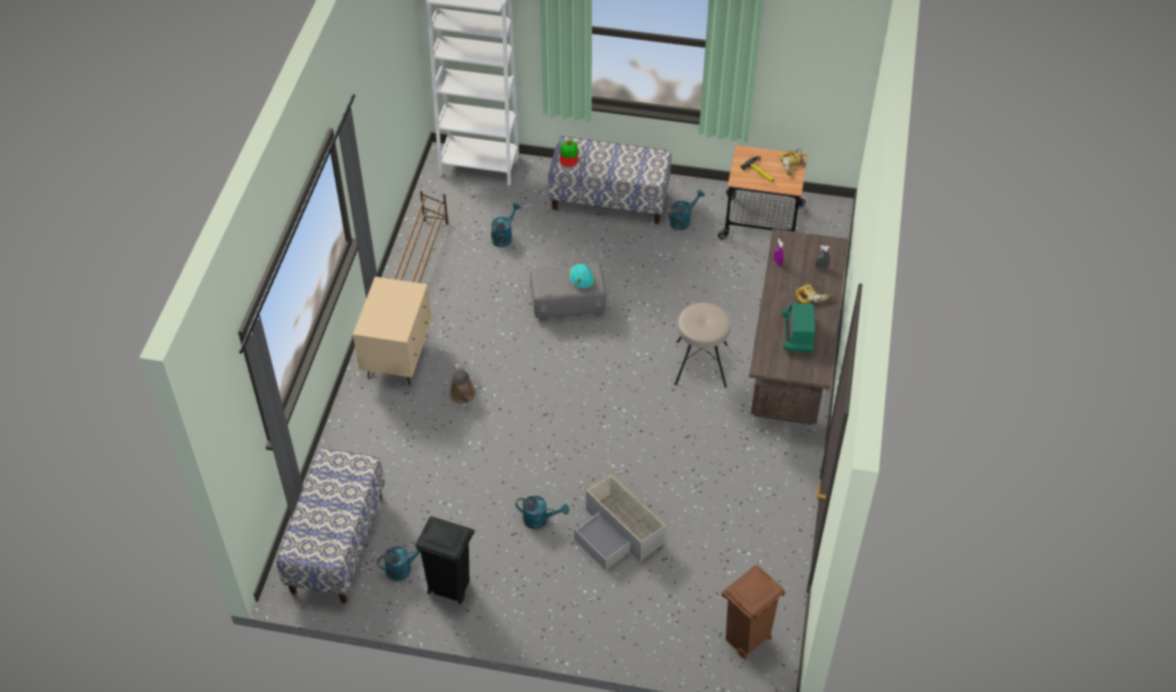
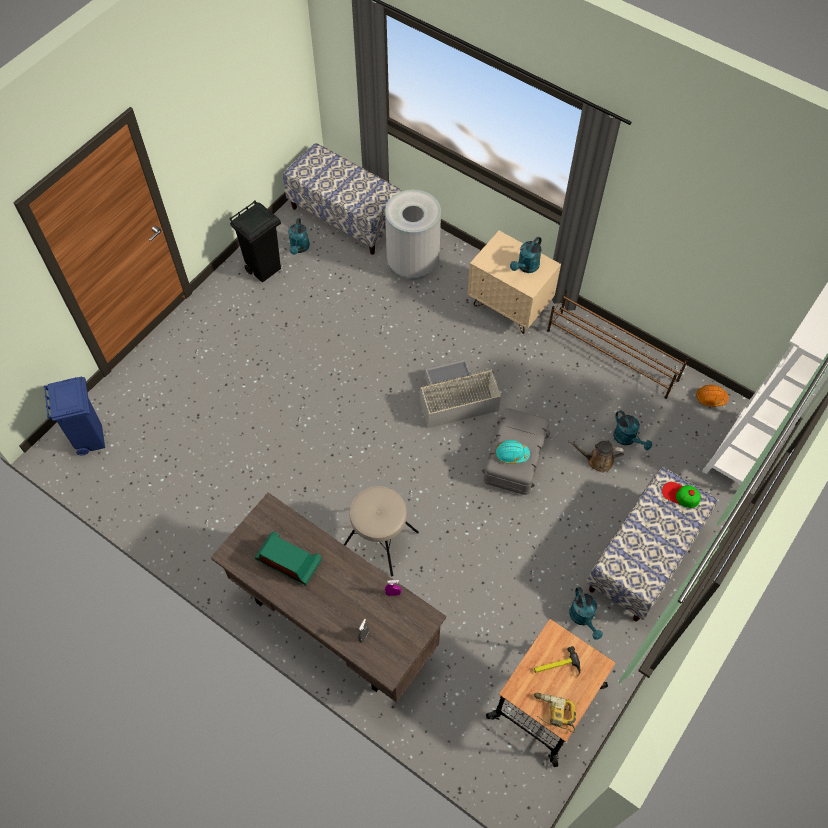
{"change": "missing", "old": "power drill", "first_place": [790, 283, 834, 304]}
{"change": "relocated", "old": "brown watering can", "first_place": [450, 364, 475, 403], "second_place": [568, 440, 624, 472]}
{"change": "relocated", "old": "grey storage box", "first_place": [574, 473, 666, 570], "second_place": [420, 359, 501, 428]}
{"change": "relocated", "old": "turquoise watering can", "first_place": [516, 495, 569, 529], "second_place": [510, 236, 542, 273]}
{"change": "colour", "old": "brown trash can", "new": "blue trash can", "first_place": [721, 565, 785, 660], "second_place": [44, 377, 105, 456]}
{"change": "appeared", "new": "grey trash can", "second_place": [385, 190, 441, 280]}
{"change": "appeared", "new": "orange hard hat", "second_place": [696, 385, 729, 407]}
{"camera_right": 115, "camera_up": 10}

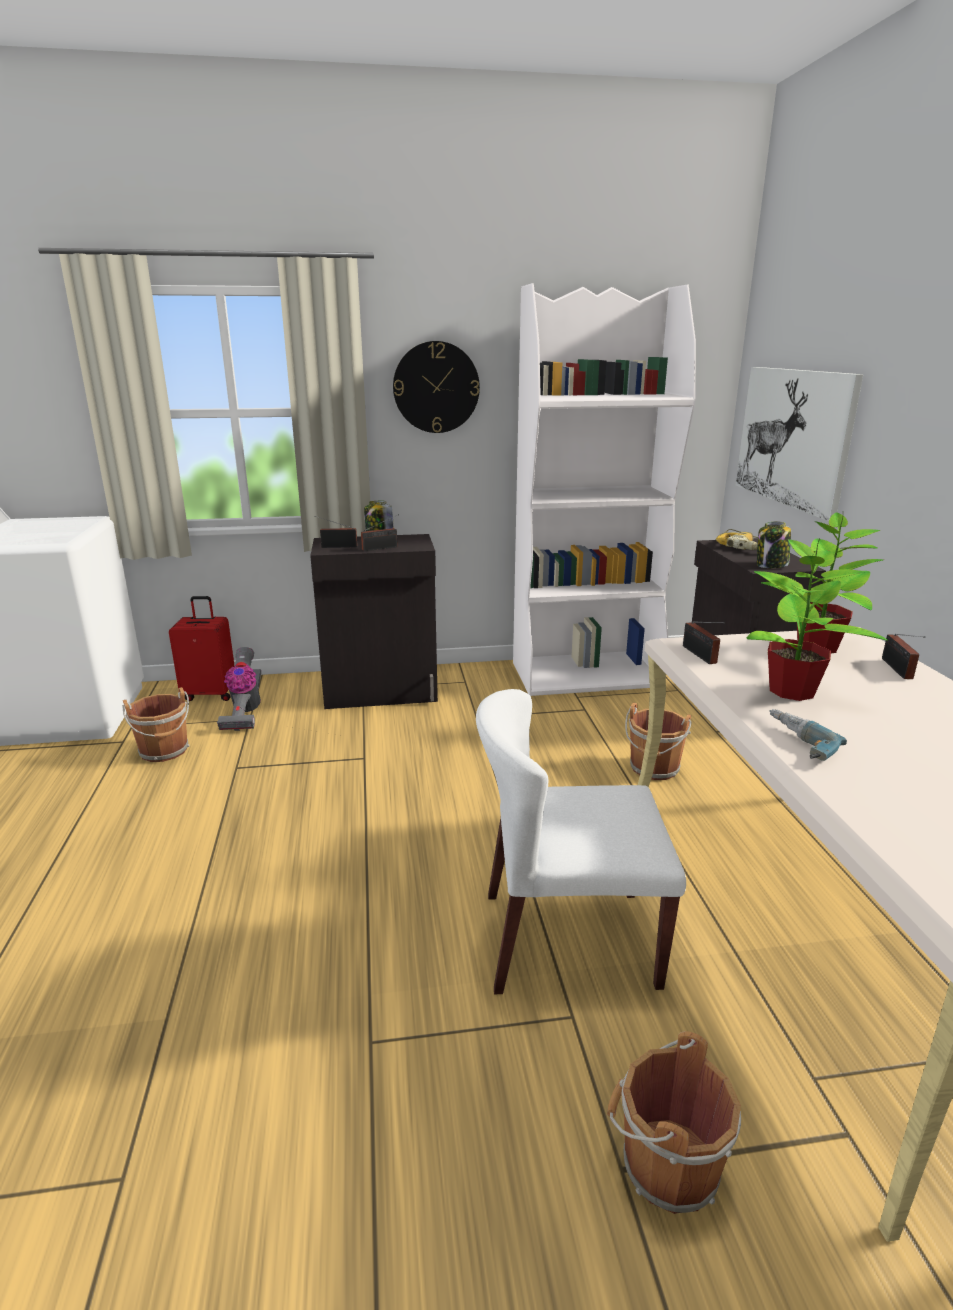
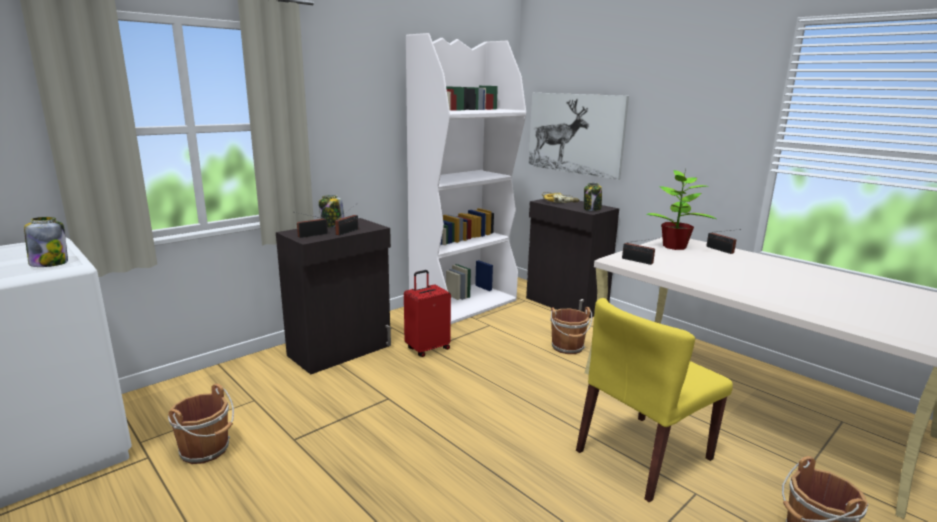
{"change": "missing", "old": "wall clock", "first_place": [393, 341, 480, 433]}
{"change": "missing", "old": "potted plant", "first_place": [746, 538, 889, 701]}
{"change": "relocated", "old": "red suitcase", "first_place": [169, 596, 235, 701], "second_place": [404, 270, 451, 357]}
{"change": "missing", "old": "vacuum cleaner", "first_place": [217, 647, 261, 731]}
{"change": "colour", "old": "white chair", "new": "yellow chair", "first_place": [476, 689, 686, 994], "second_place": [576, 298, 733, 503]}
{"change": "missing", "old": "power drill", "first_place": [769, 709, 847, 761]}
{"change": "appeared", "new": "jar", "second_place": [24, 217, 68, 267]}
{"camera_right": -35, "camera_up": -5}

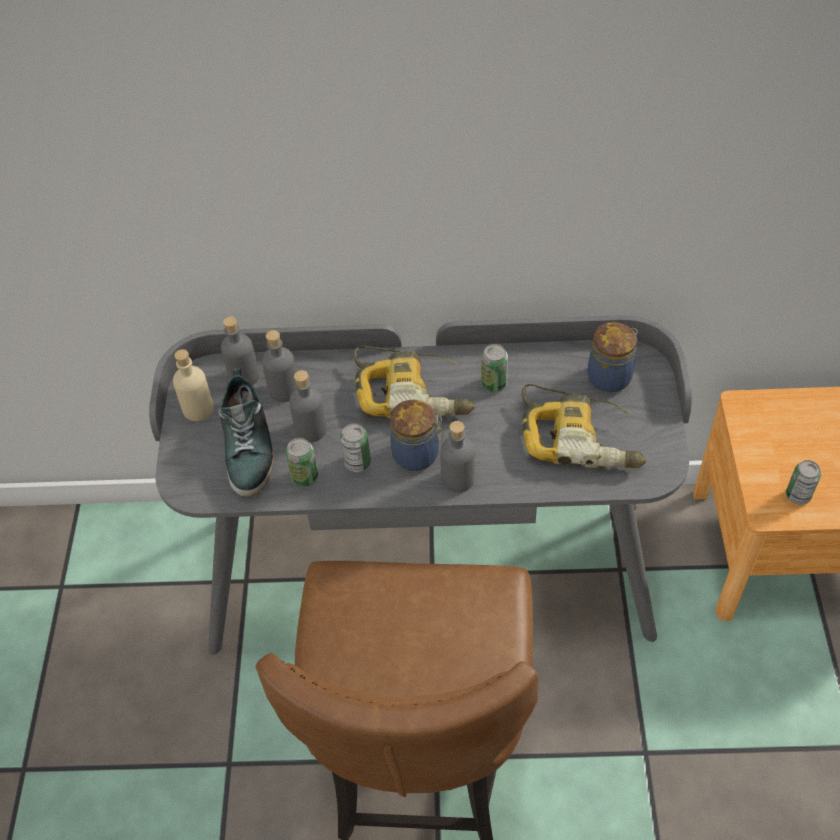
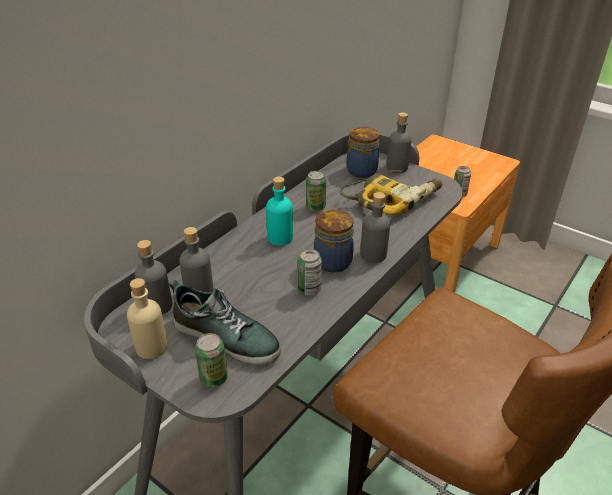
{"change": "exchanged", "old": "power drill", "new": "turquoise bottle", "first_place": [353, 345, 475, 418], "second_place": [266, 177, 293, 246]}
{"change": "relocated", "old": "grey bottle", "first_place": [289, 370, 327, 442], "second_place": [387, 112, 412, 173]}
{"change": "relocated", "old": "can", "first_place": [285, 438, 318, 487], "second_place": [195, 333, 228, 387]}
{"camera_right": -55, "camera_up": -15}

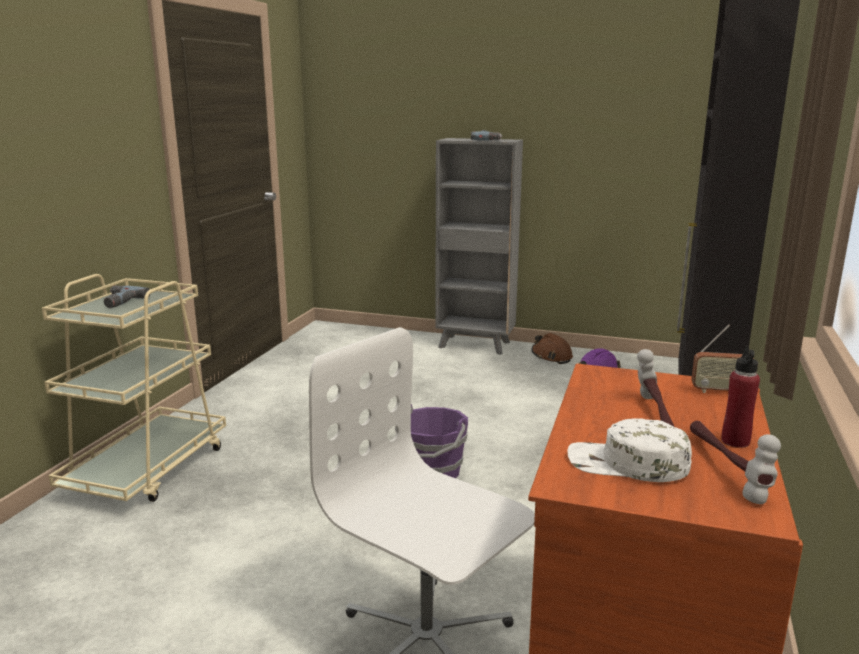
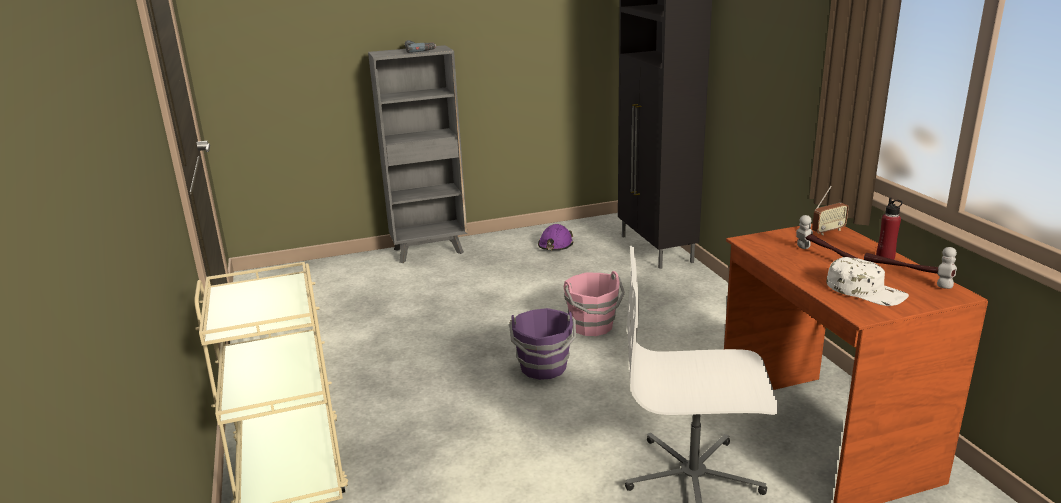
{"change": "missing", "old": "power drill", "first_place": [104, 286, 150, 308]}
{"change": "missing", "old": "brown hard hat", "first_place": [531, 333, 573, 364]}
{"change": "spun", "old": "white cap", "first_place": [567, 418, 692, 482], "second_place": [827, 257, 909, 306], "degrees": -120}
{"change": "appeared", "new": "pink bucket", "second_place": [564, 271, 625, 336]}
{"camera_right": -35, "camera_up": 5}

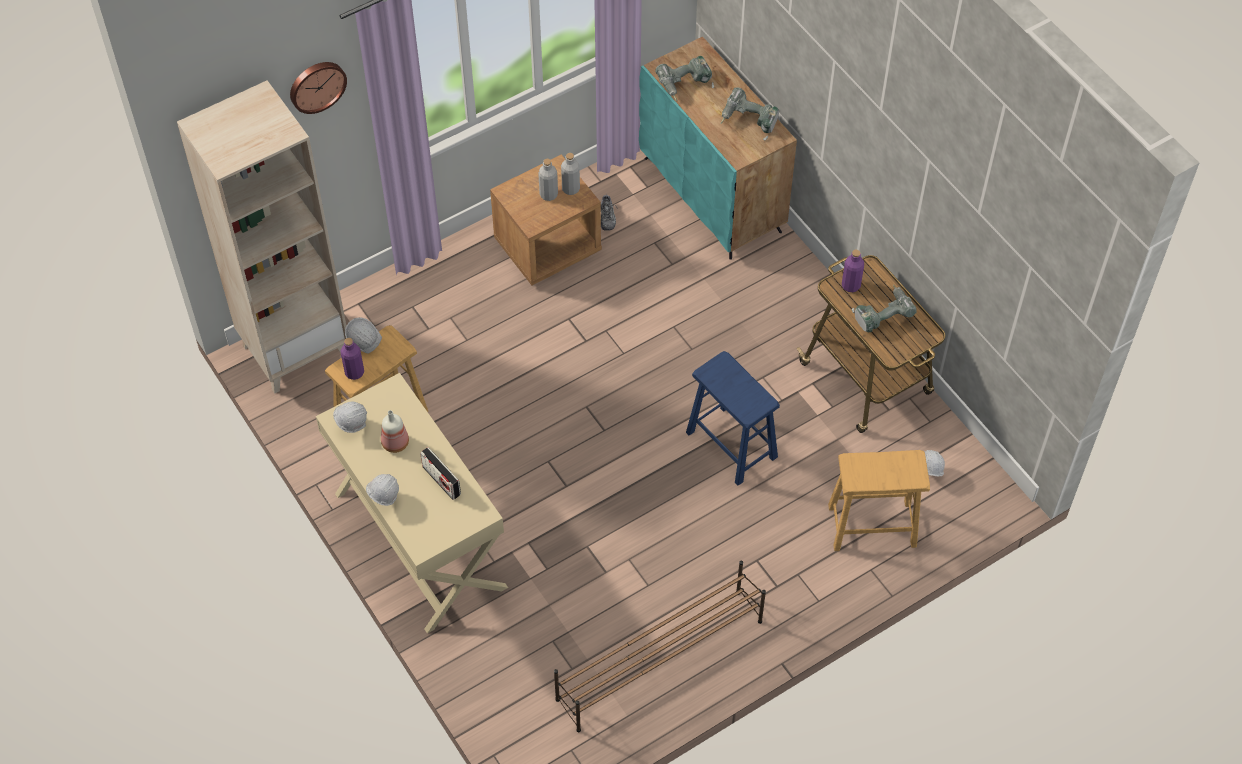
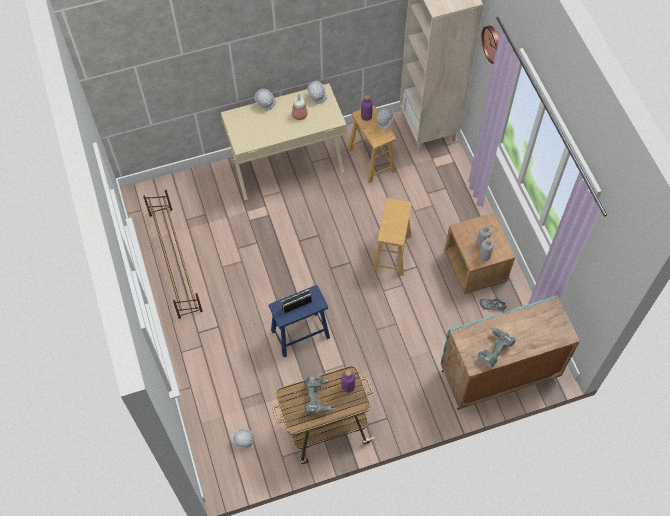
{"change": "missing", "old": "power drill", "first_place": [655, 56, 714, 101]}
{"change": "relocated", "old": "radio", "first_place": [420, 447, 461, 500], "second_place": [281, 289, 312, 314]}
{"change": "relocated", "old": "brown stool", "first_place": [828, 450, 930, 551], "second_place": [372, 198, 412, 276]}
{"camera_right": 105, "camera_up": 5}

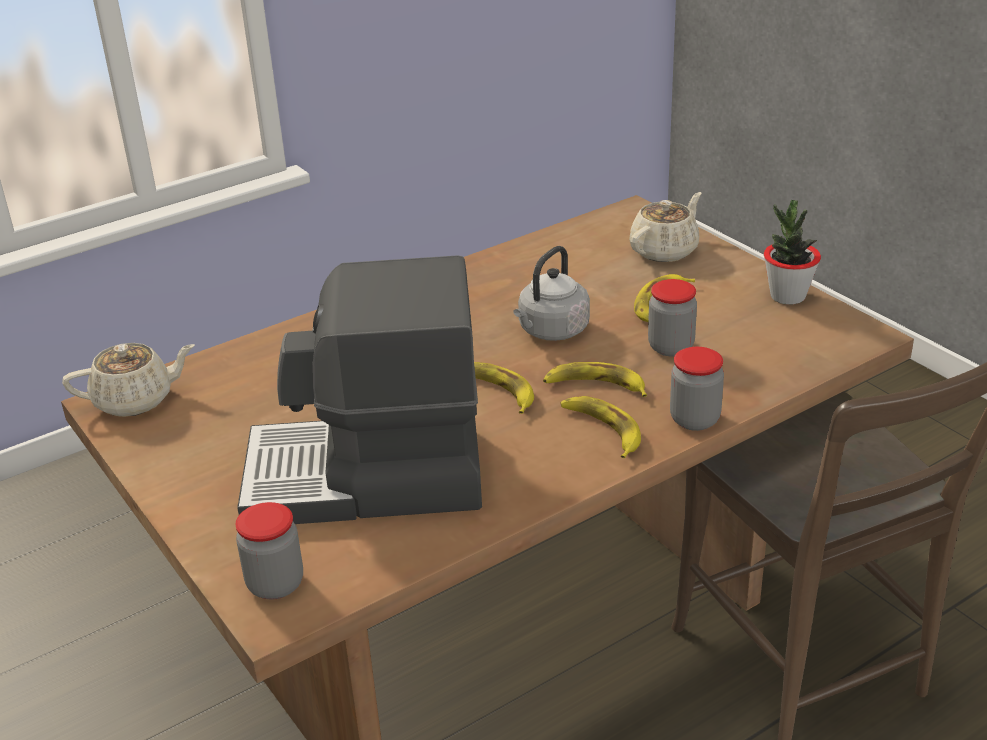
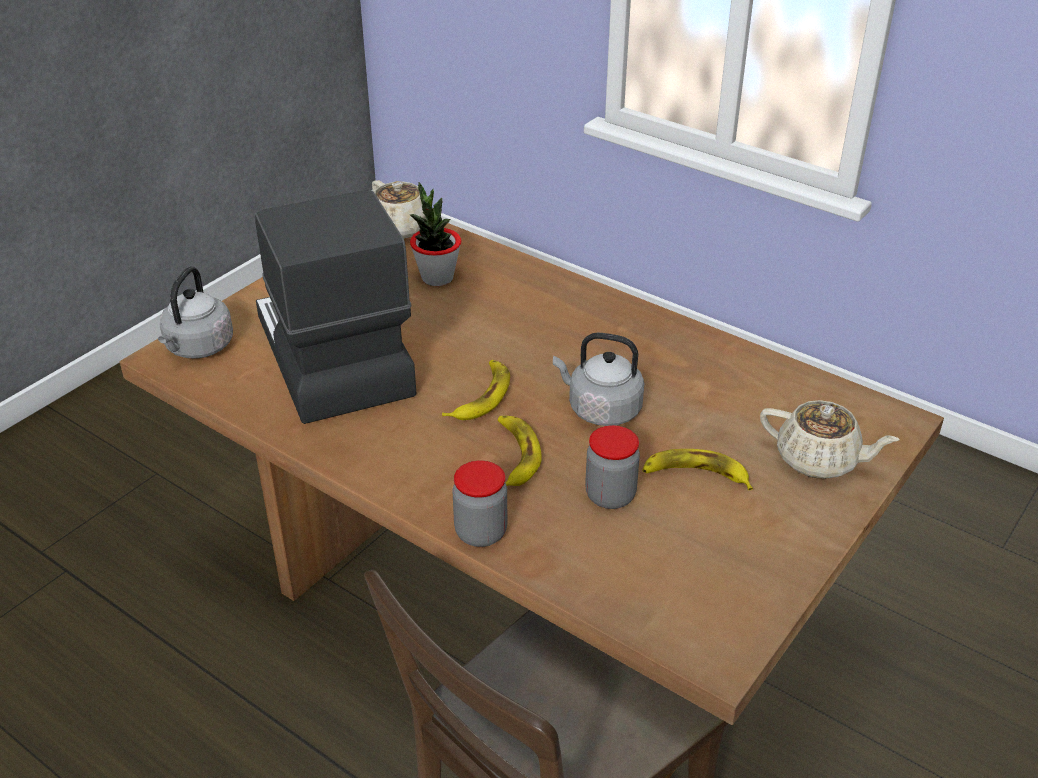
{"change": "relocated", "old": "potted plant", "first_place": [764, 200, 821, 305], "second_place": [410, 182, 461, 286]}
{"change": "missing", "old": "banana", "first_place": [561, 396, 641, 459]}
{"change": "exchanged", "old": "jar", "new": "grey kettle", "first_place": [236, 502, 303, 599], "second_place": [158, 267, 233, 359]}
{"camera_right": 70, "camera_up": 5}

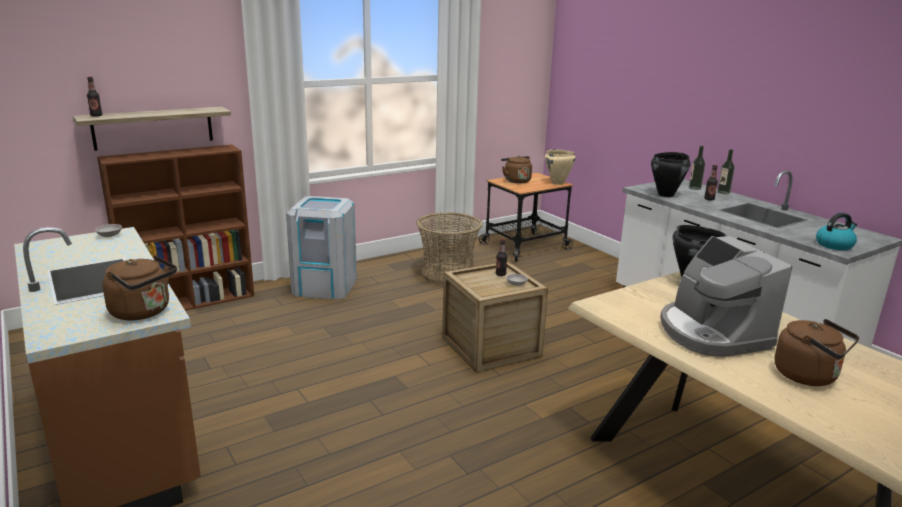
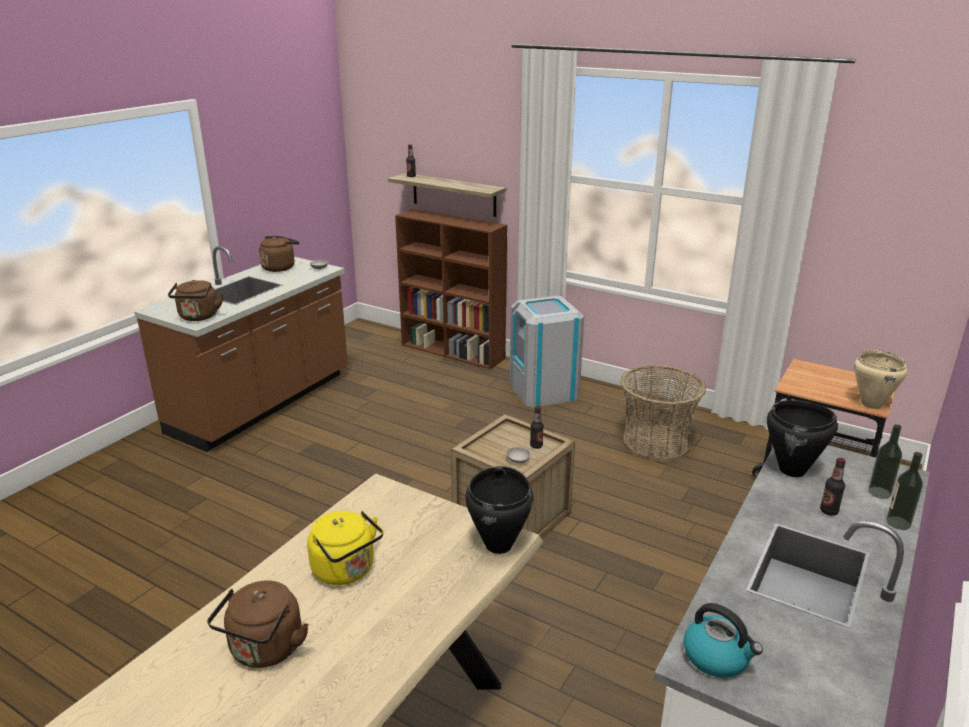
{"change": "relocated", "old": "brown kettle", "first_place": [501, 156, 532, 184], "second_place": [259, 236, 299, 272]}
{"change": "exchanged", "old": "coffee machine", "new": "yellow kettle", "first_place": [660, 236, 792, 357], "second_place": [307, 511, 383, 585]}
{"camera_right": 65, "camera_up": 5}

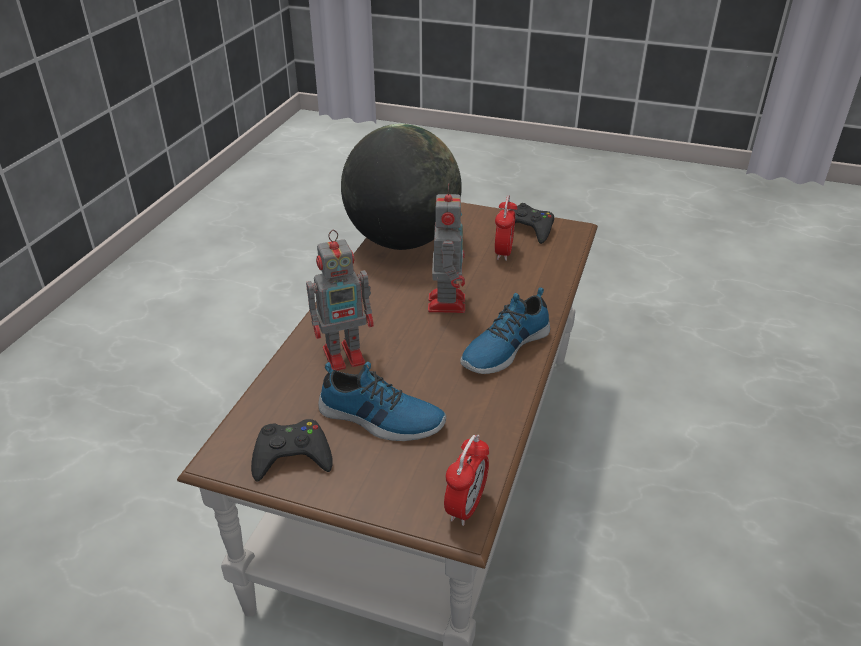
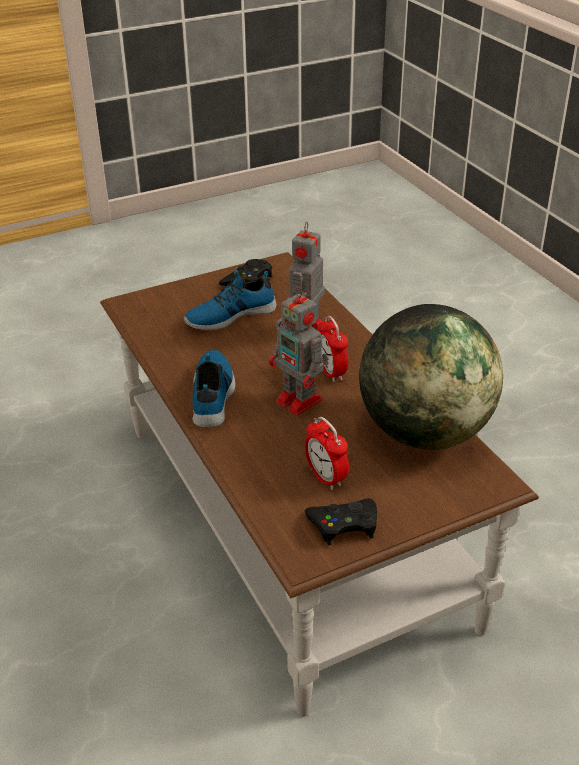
{"change": "relocated", "old": "alarm clock", "first_place": [444, 435, 489, 526], "second_place": [317, 316, 348, 383]}
{"camera_right": 135, "camera_up": 0}

